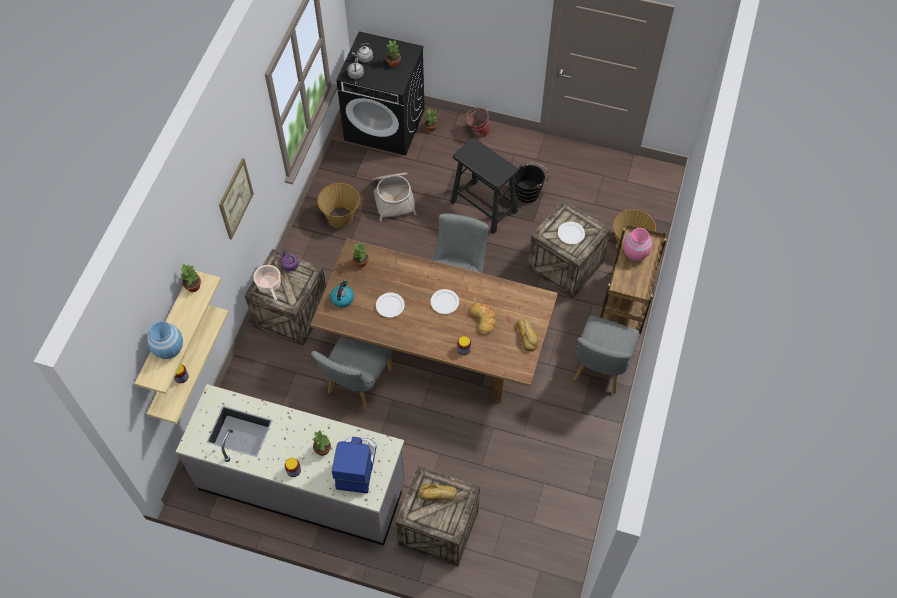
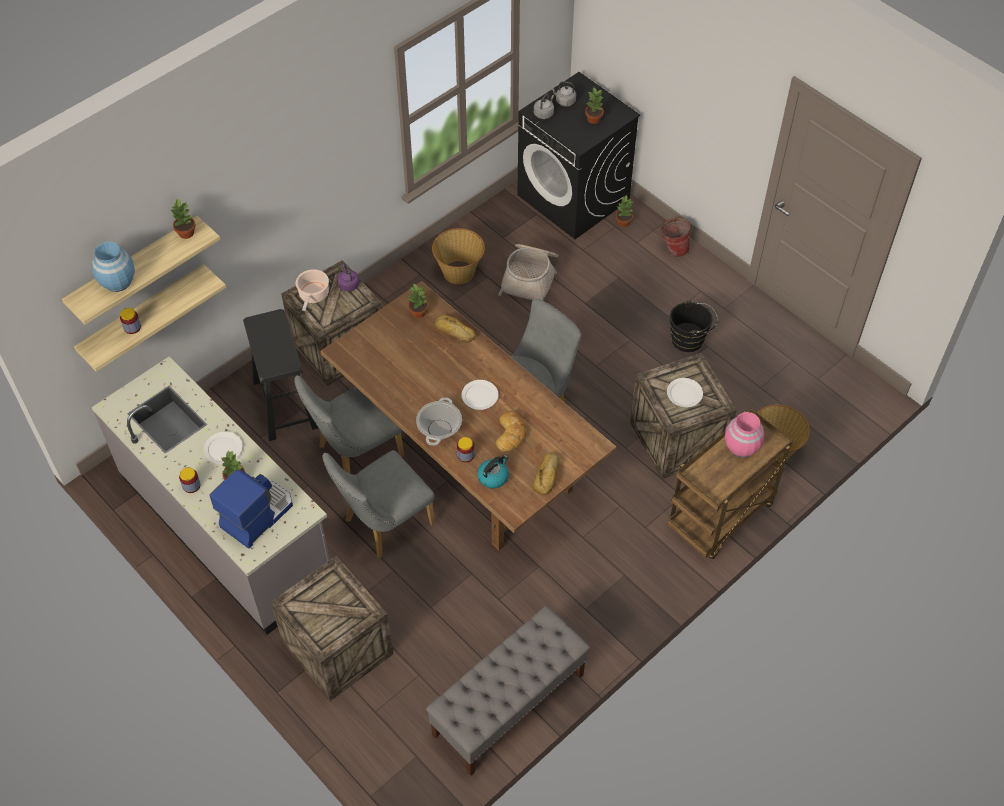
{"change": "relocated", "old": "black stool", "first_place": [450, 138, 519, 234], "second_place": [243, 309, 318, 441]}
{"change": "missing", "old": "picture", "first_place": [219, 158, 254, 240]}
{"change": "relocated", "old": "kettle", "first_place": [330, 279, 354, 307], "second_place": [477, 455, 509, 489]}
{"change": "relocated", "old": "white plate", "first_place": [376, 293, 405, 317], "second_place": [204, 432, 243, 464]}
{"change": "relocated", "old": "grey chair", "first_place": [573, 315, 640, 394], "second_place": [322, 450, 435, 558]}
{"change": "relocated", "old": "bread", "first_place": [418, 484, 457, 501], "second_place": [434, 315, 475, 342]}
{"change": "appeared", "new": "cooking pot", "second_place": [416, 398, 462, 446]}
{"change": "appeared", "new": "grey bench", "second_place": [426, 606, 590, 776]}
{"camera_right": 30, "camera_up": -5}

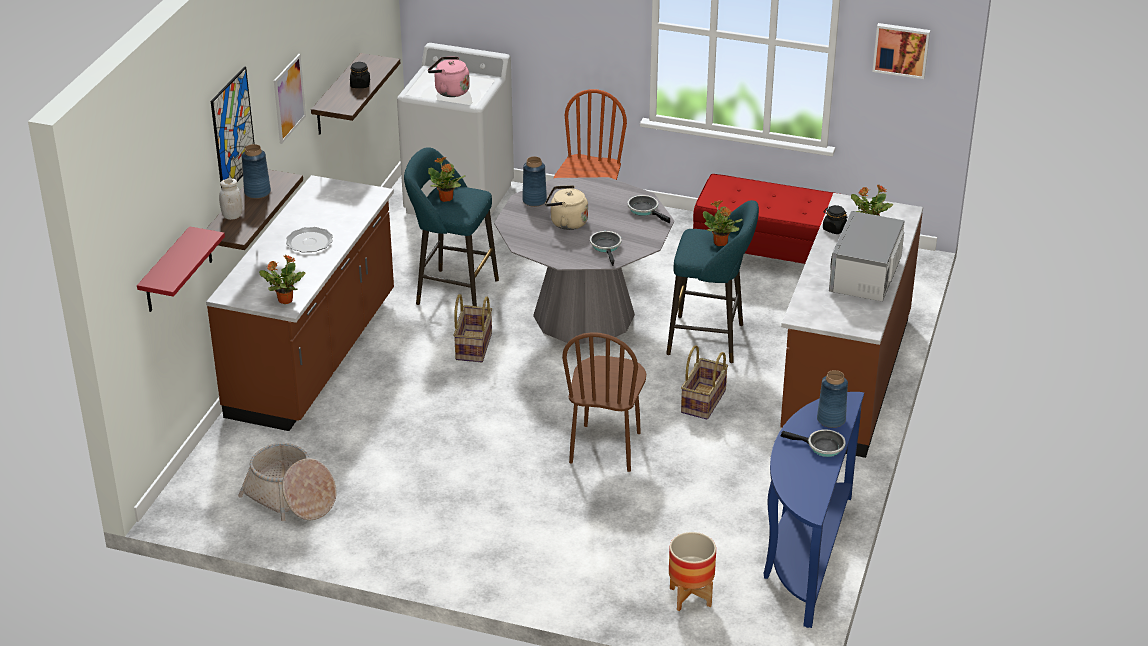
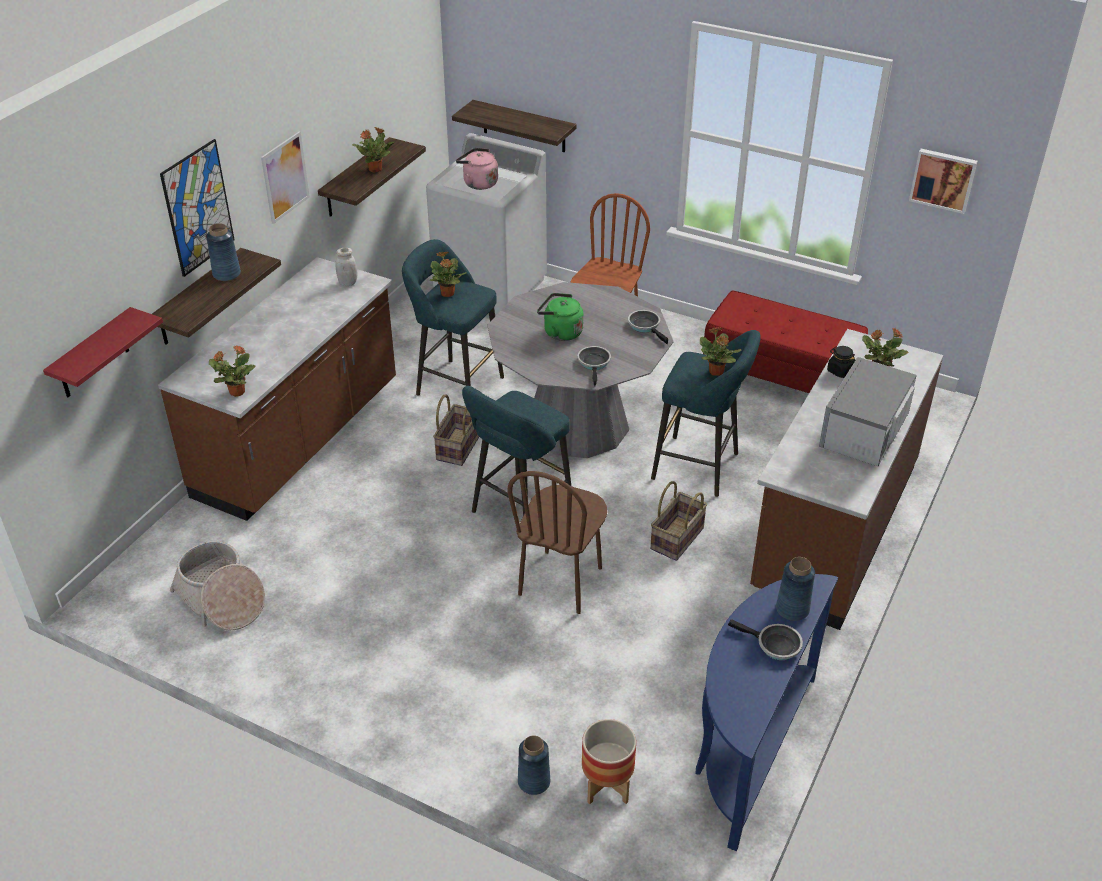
{"change": "exchanged", "old": "black jar", "new": "potted plant", "first_place": [350, 62, 370, 88], "second_place": [352, 127, 394, 173]}
{"change": "relocated", "old": "blue vase", "first_place": [522, 156, 547, 207], "second_place": [518, 735, 550, 795]}
{"change": "relocated", "old": "white jar", "first_place": [219, 179, 243, 220], "second_place": [335, 248, 357, 286]}
{"change": "colour", "old": "beige kettle", "new": "green kettle", "first_place": [545, 185, 588, 230], "second_place": [537, 293, 584, 341]}
{"change": "missing", "old": "plate", "first_place": [286, 227, 333, 252]}
{"change": "appeared", "new": "shelf", "second_place": [452, 100, 577, 153]}
{"change": "appeared", "new": "turquoise stool", "second_place": [462, 386, 571, 544]}
{"camera_right": 10, "camera_up": 5}

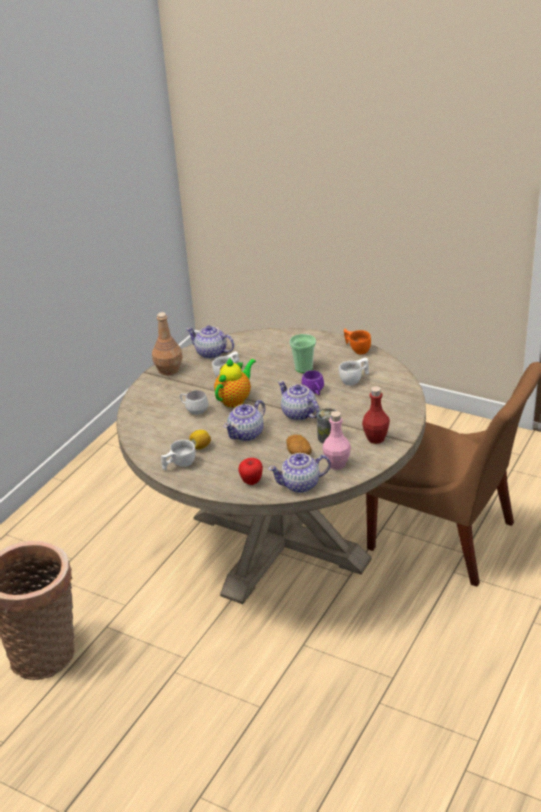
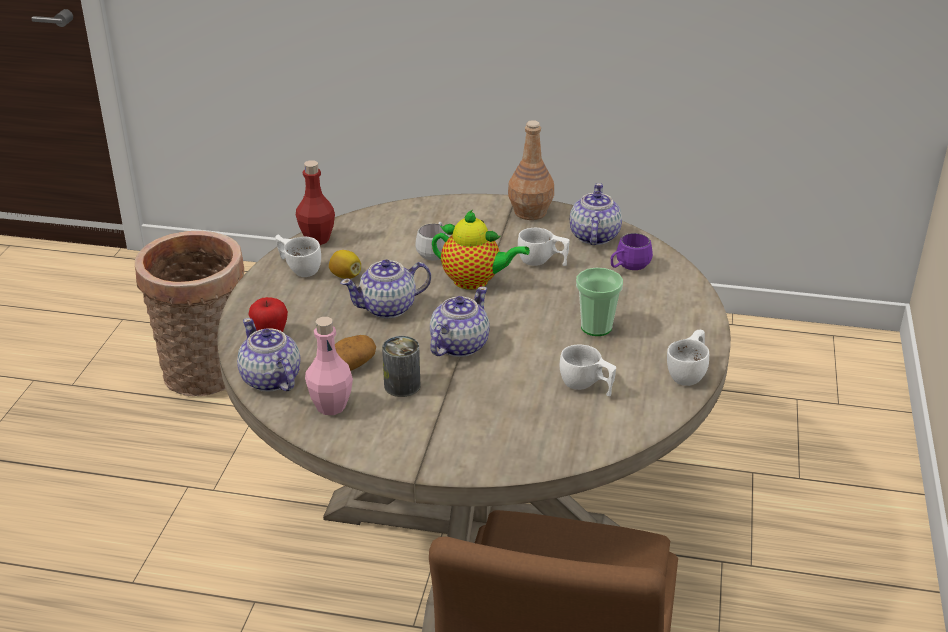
{"change": "colour", "old": "orange cup", "new": "white cup", "first_place": [344, 329, 371, 355], "second_place": [667, 330, 709, 386]}
{"change": "relocated", "old": "purple mug", "first_place": [301, 370, 324, 395], "second_place": [611, 233, 653, 270]}
{"change": "relocated", "old": "red bottle", "first_place": [362, 386, 390, 444], "second_place": [296, 160, 335, 245]}
{"change": "spun", "old": "teapot", "first_place": [224, 400, 265, 441], "second_place": [341, 260, 431, 319], "degrees": -45}
{"camera_right": 70, "camera_up": 0}

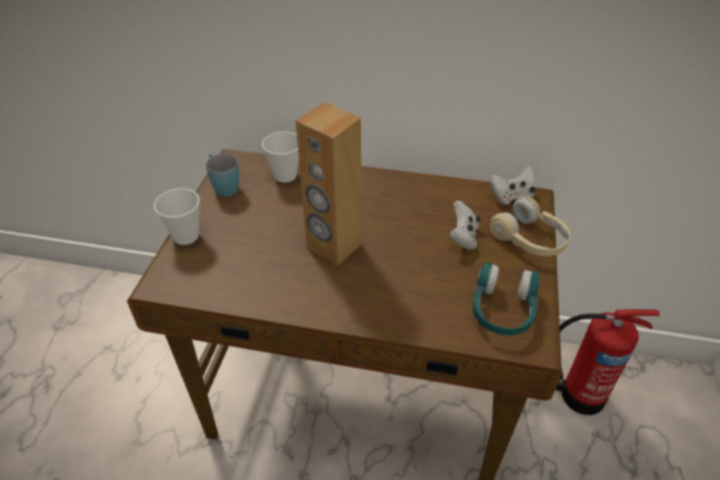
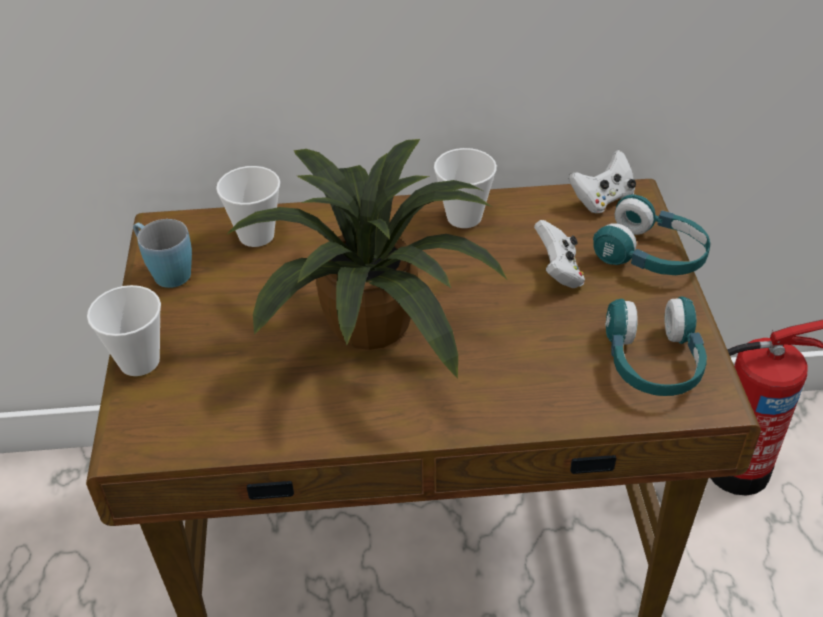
{"change": "exchanged", "old": "brown speaker", "new": "potted plant", "first_place": [296, 102, 362, 265], "second_place": [226, 139, 507, 379]}
{"change": "colour", "old": "beige headphones", "new": "turquoise headphones", "first_place": [490, 196, 570, 256], "second_place": [593, 194, 710, 275]}
{"change": "appeared", "new": "cup", "second_place": [434, 148, 497, 228]}
{"camera_right": -15, "camera_up": 0}

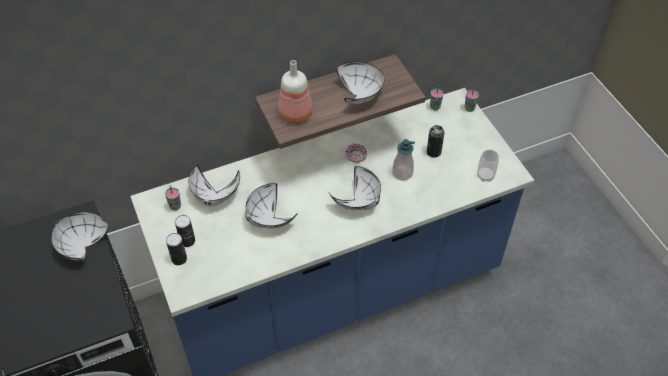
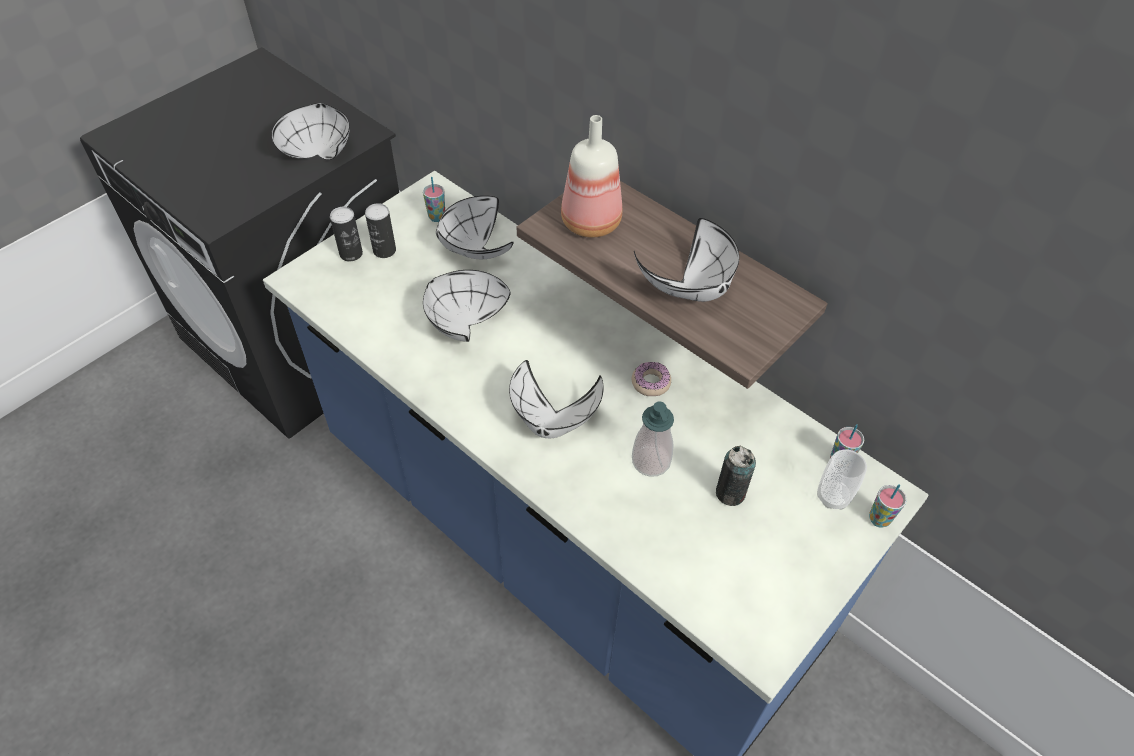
{"change": "relocated", "old": "cup", "first_place": [477, 149, 499, 182], "second_place": [817, 449, 867, 510]}
{"camera_right": 65, "camera_up": 0}

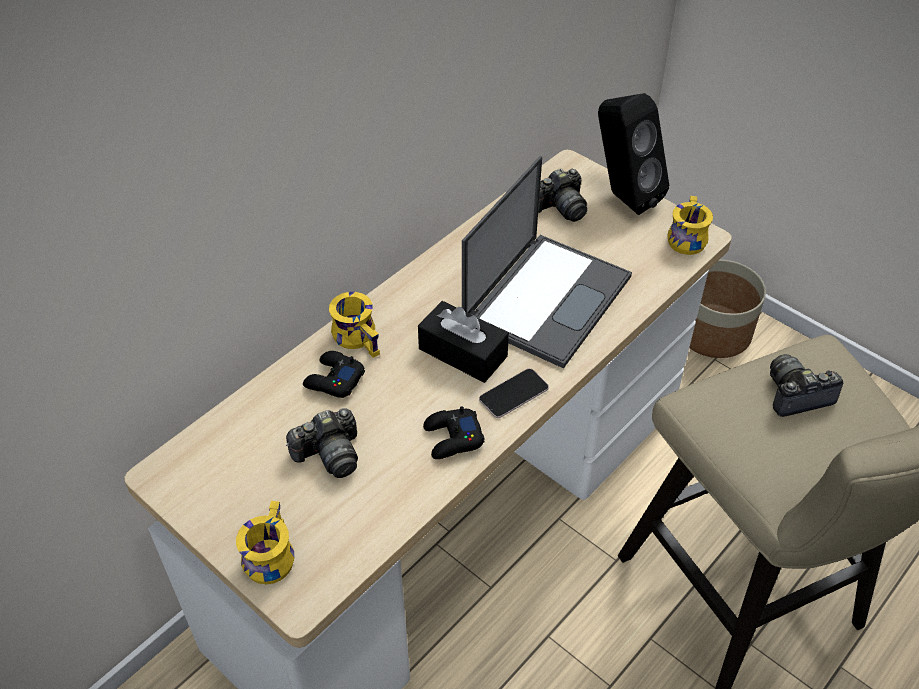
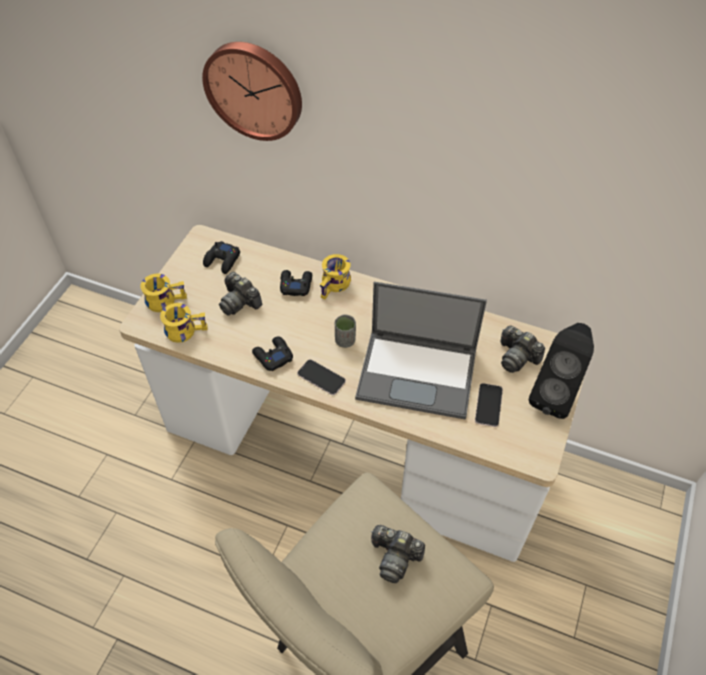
{"change": "relocated", "old": "yellow mug", "first_place": [667, 196, 713, 255], "second_place": [160, 303, 207, 343]}
{"change": "missing", "old": "planter", "first_place": [689, 260, 766, 358]}
{"change": "exchanged", "old": "black tissue box", "new": "grey cup", "first_place": [418, 301, 509, 383], "second_place": [335, 314, 356, 348]}
{"change": "spun", "old": "photo camera", "first_place": [770, 354, 843, 417], "second_place": [371, 525, 425, 583], "degrees": 150}
{"change": "appeared", "new": "wall clock", "second_place": [202, 42, 302, 141]}
{"change": "appeared", "new": "black game controller", "second_place": [203, 241, 240, 274]}
{"change": "appeared", "new": "phone", "second_place": [475, 383, 503, 427]}
{"camera_right": 70, "camera_up": 5}

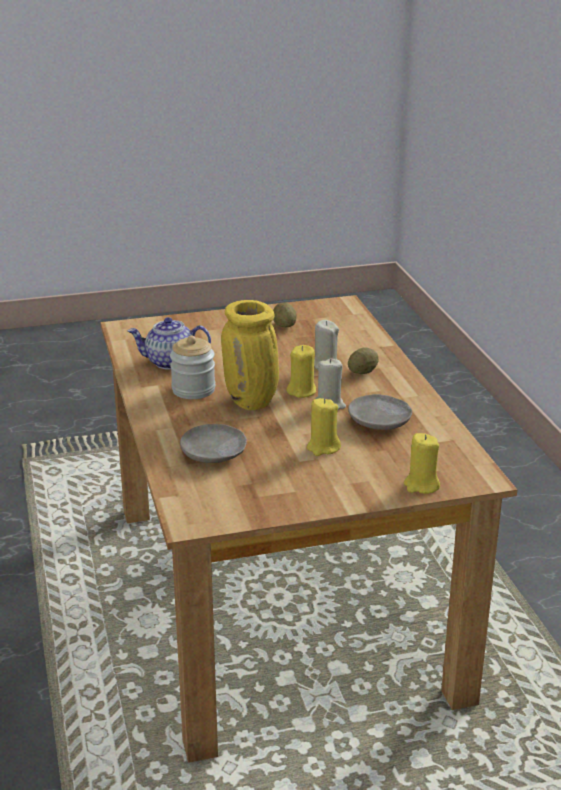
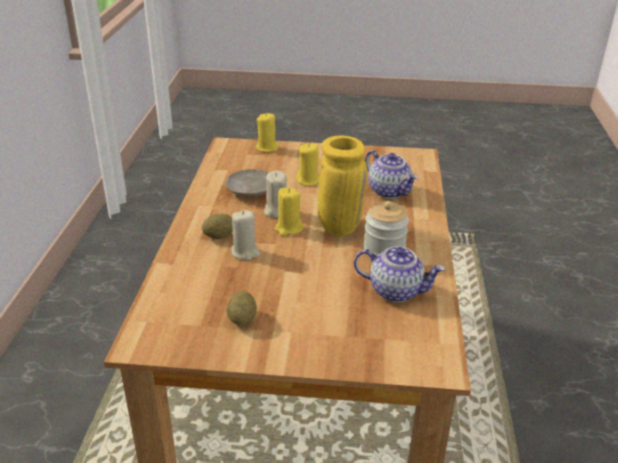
{"change": "exchanged", "old": "beige plate", "new": "teapot", "first_place": [180, 424, 247, 463], "second_place": [365, 150, 418, 198]}
{"camera_right": -160, "camera_up": 5}

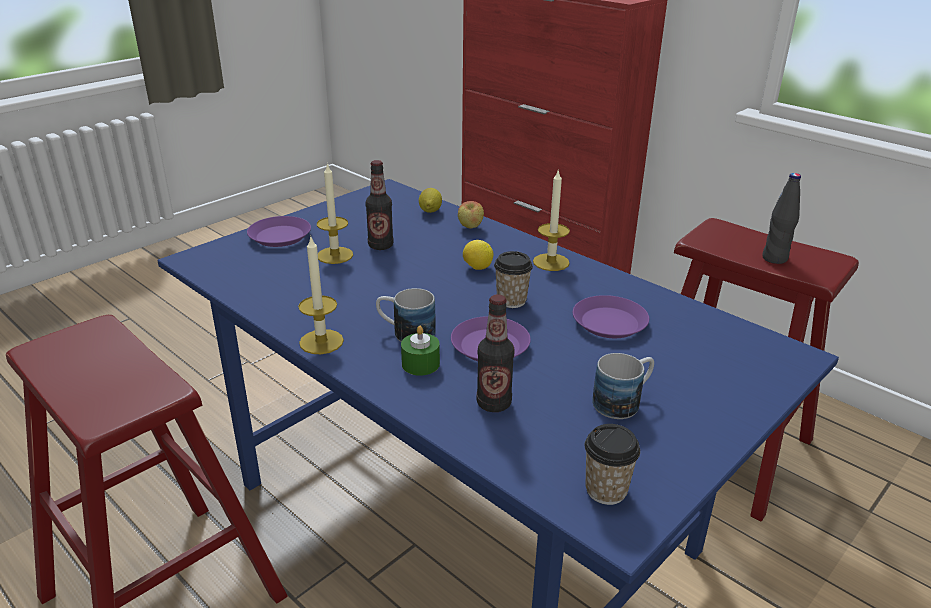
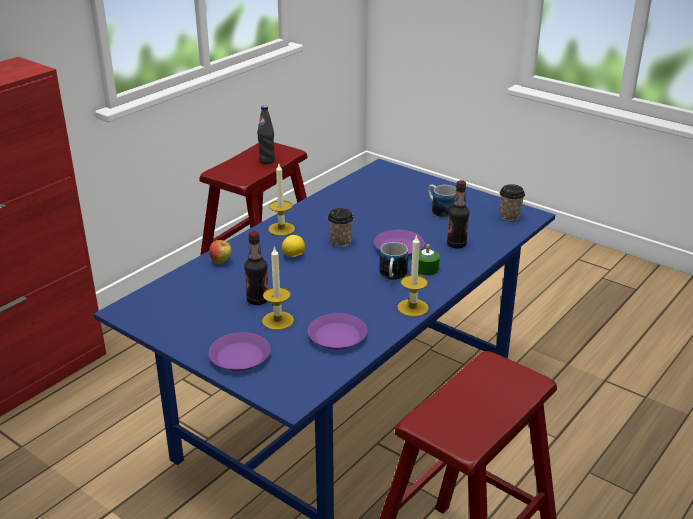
{"change": "missing", "old": "lemon", "first_place": [419, 188, 442, 213]}
{"change": "relocated", "old": "purple plate", "first_place": [573, 295, 649, 338], "second_place": [308, 313, 367, 350]}
{"camera_right": -95, "camera_up": 0}

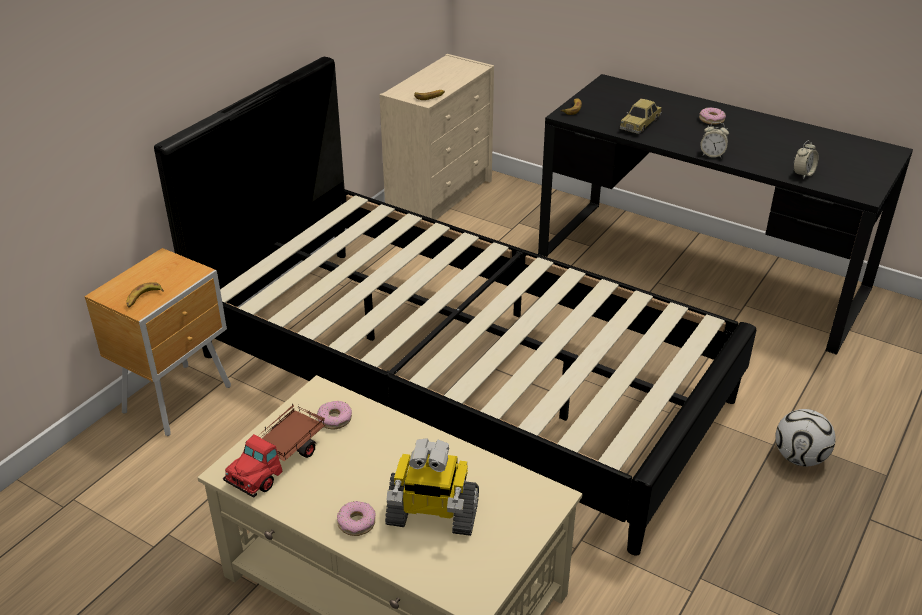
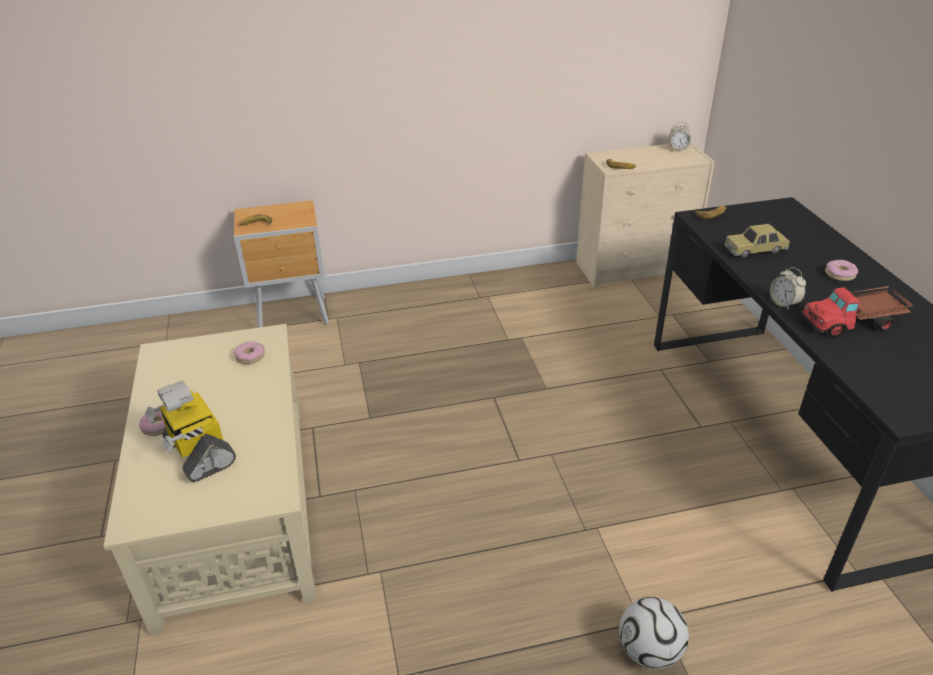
{"change": "missing", "old": "black bed", "first_place": [154, 57, 756, 556]}
{"change": "relocated", "old": "alarm clock", "first_place": [793, 140, 819, 179], "second_place": [668, 122, 691, 150]}
{"change": "relocated", "old": "toy truck", "first_place": [223, 403, 325, 498], "second_place": [800, 285, 914, 337]}
{"camera_right": 45, "camera_up": 0}

